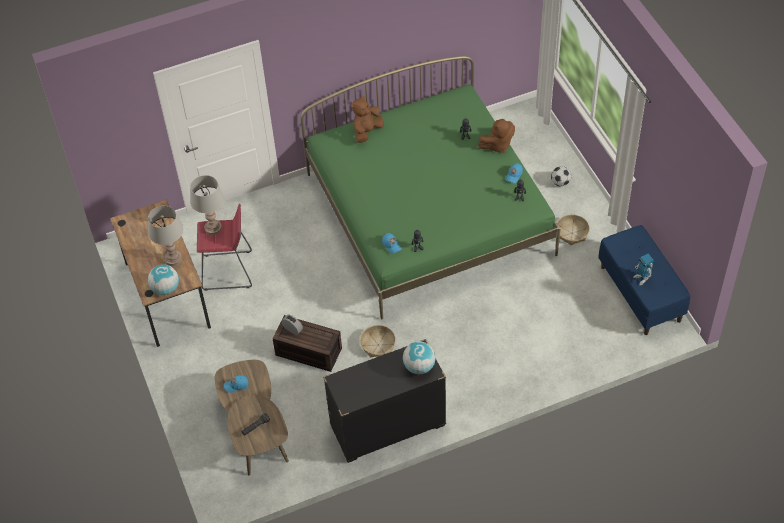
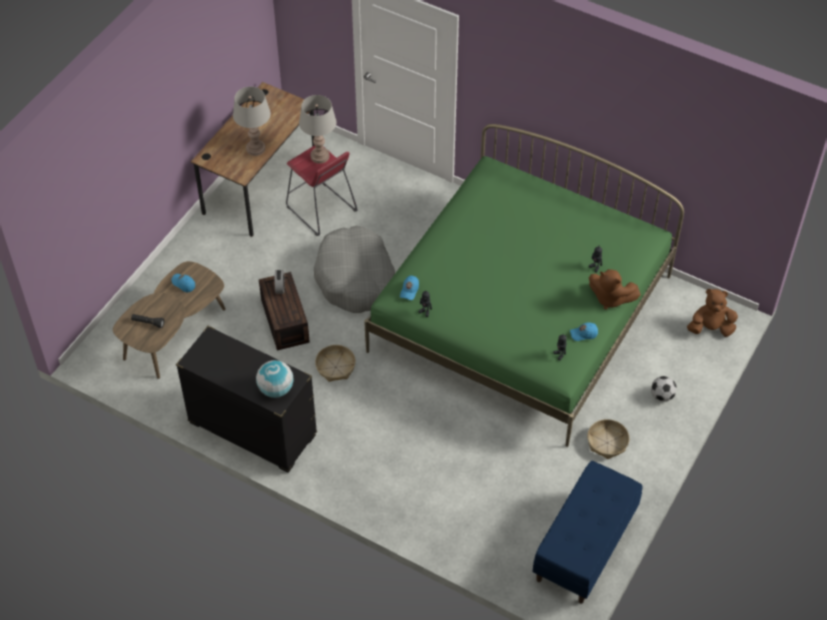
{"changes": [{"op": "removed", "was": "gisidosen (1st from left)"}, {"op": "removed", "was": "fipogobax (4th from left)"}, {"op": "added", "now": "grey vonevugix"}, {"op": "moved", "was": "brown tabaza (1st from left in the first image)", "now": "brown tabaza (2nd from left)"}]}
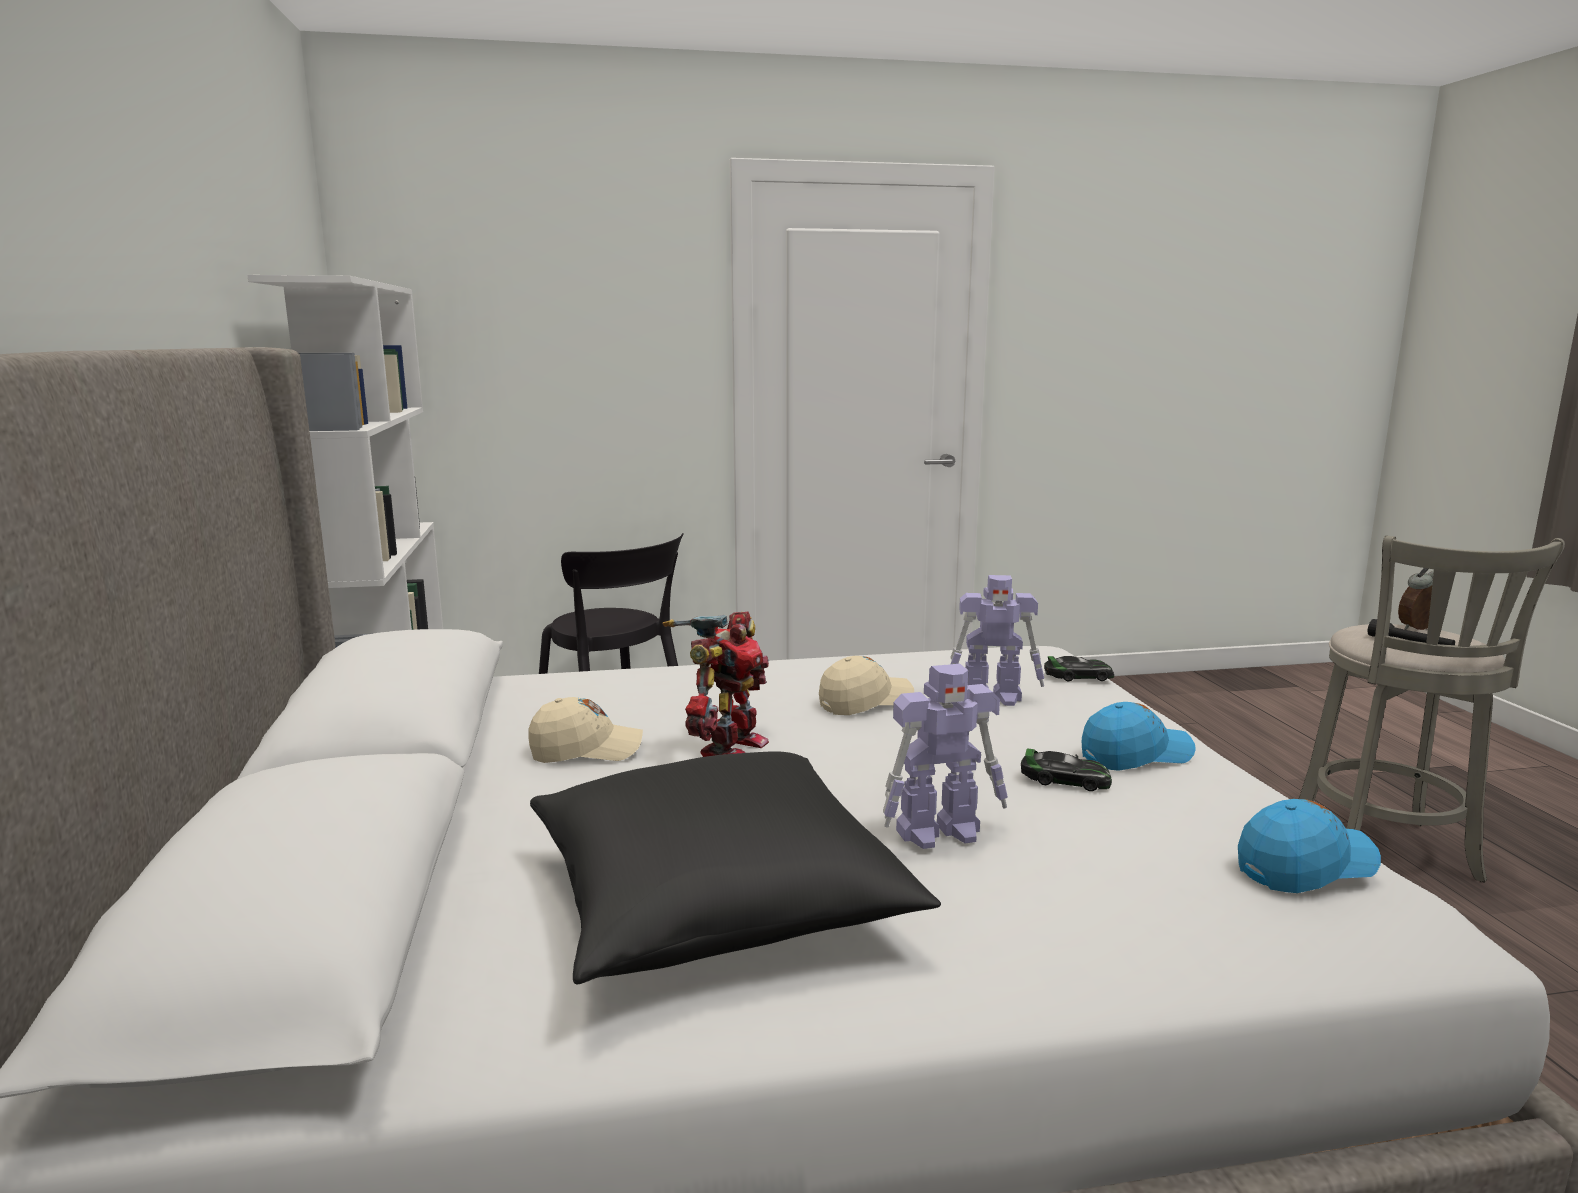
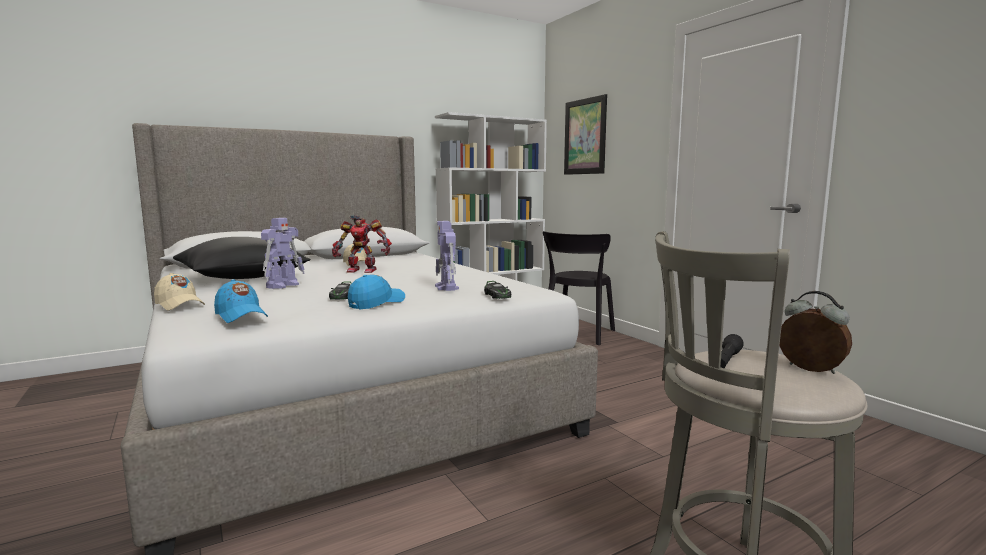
{"changes": [{"op": "added", "now": "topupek"}, {"op": "moved", "was": "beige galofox (2nd from left in the first image)", "now": "beige galofox (1st from left)"}, {"op": "turned", "was": "fipogobax (2nd from left in the first image)", "clockwise": -120}, {"op": "turned", "was": "blue galofox (1st from left in the first image)", "clockwise": -105}]}
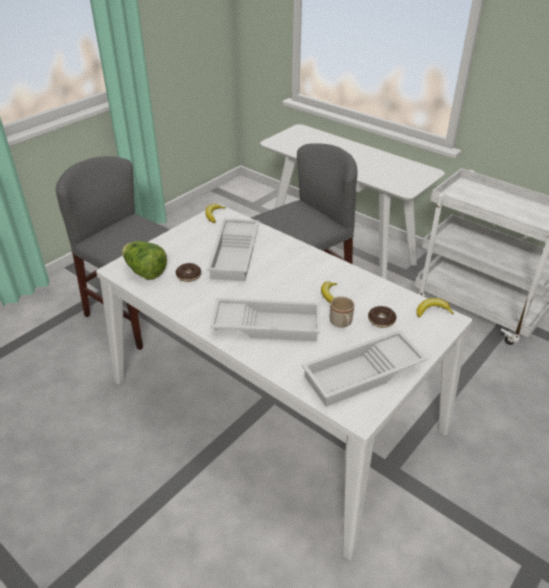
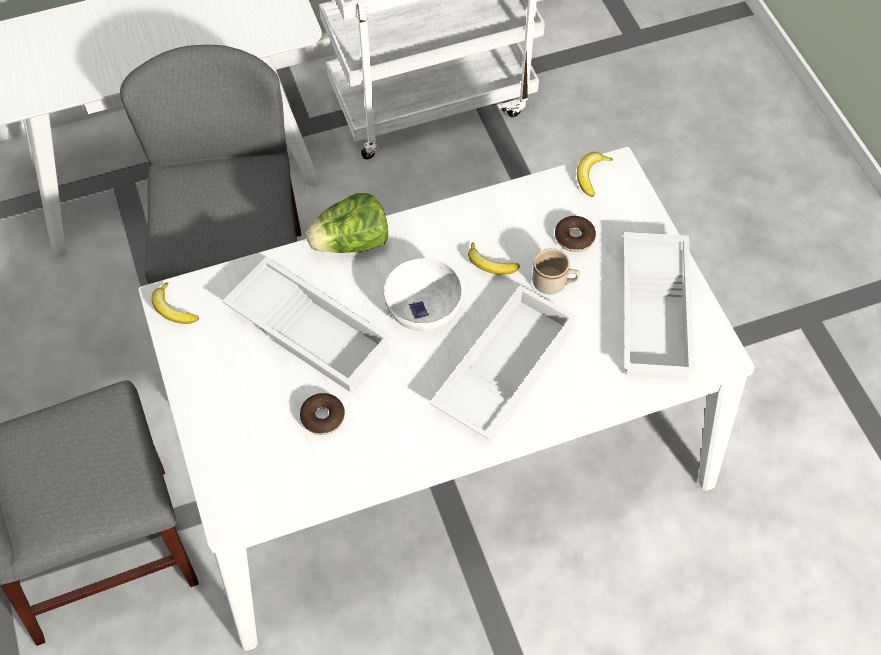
{"changes": [{"op": "added", "now": "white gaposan"}, {"op": "moved", "was": "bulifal"}]}
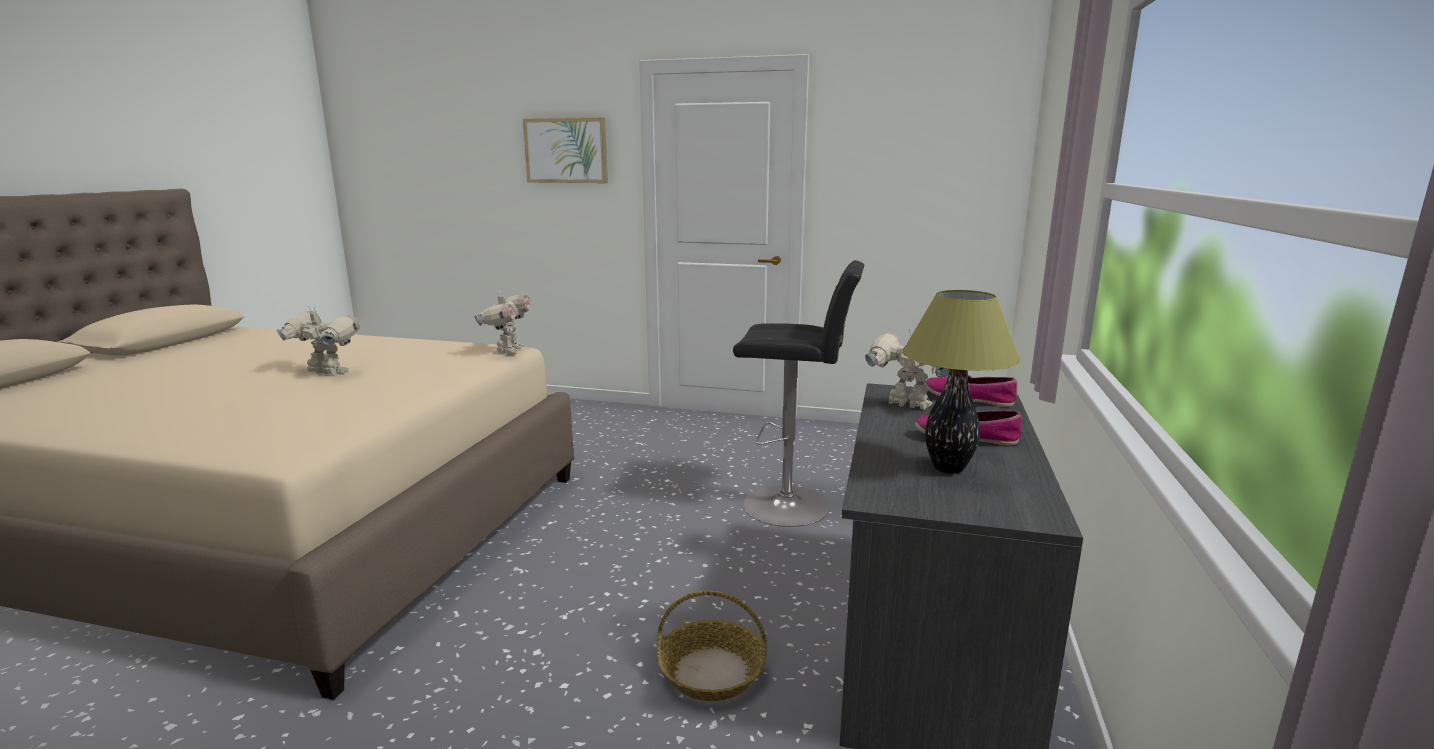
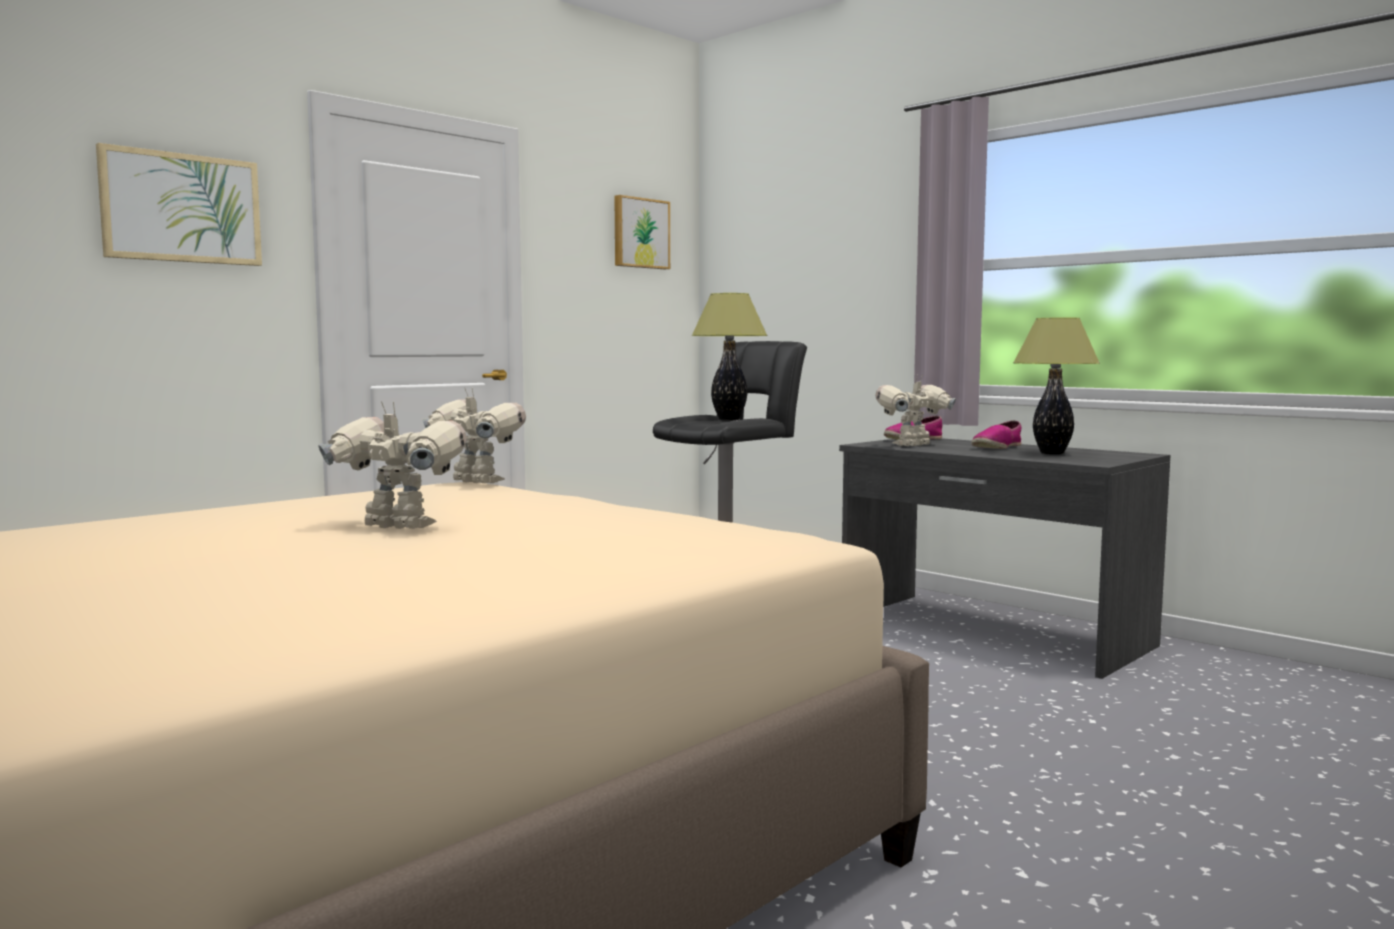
{"changes": [{"op": "removed", "was": "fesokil"}, {"op": "added", "now": "topupek (2nd from left)"}, {"op": "added", "now": "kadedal (1st from left)"}, {"op": "turned", "was": "fipogobax (1st from left)", "clockwise": 60}]}
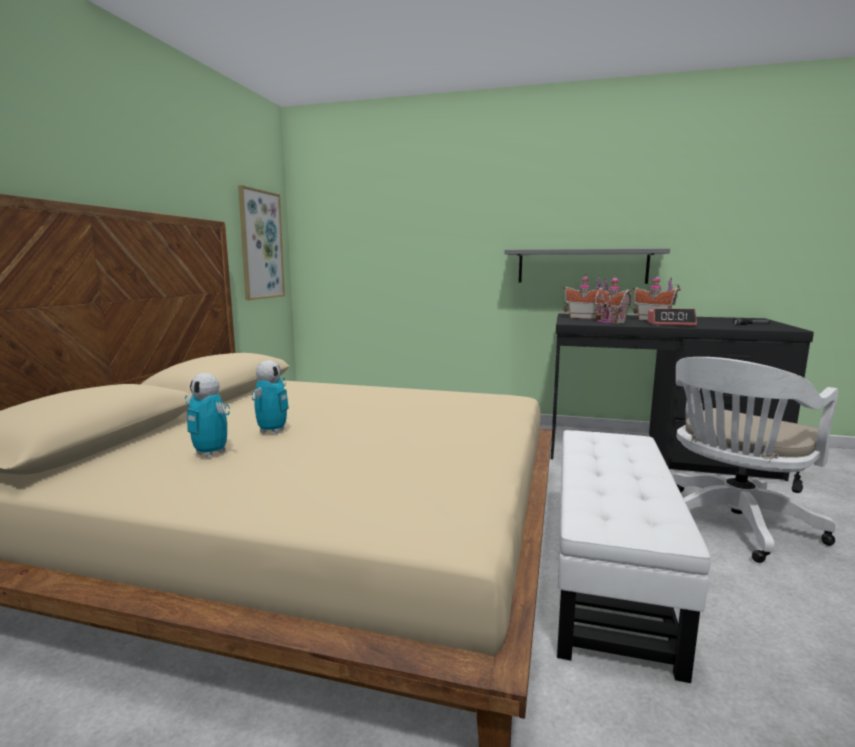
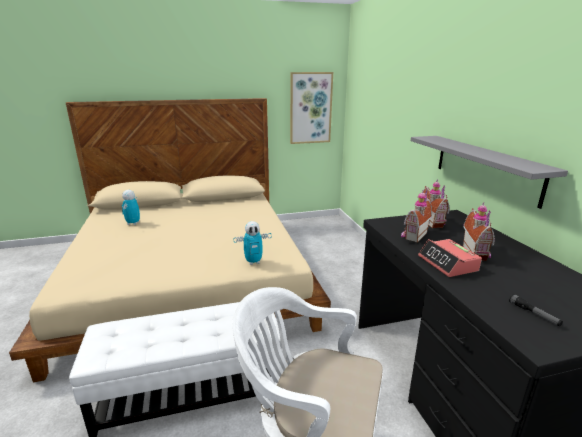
{"changes": [{"op": "moved", "was": "fipogobax (2nd from left)"}]}
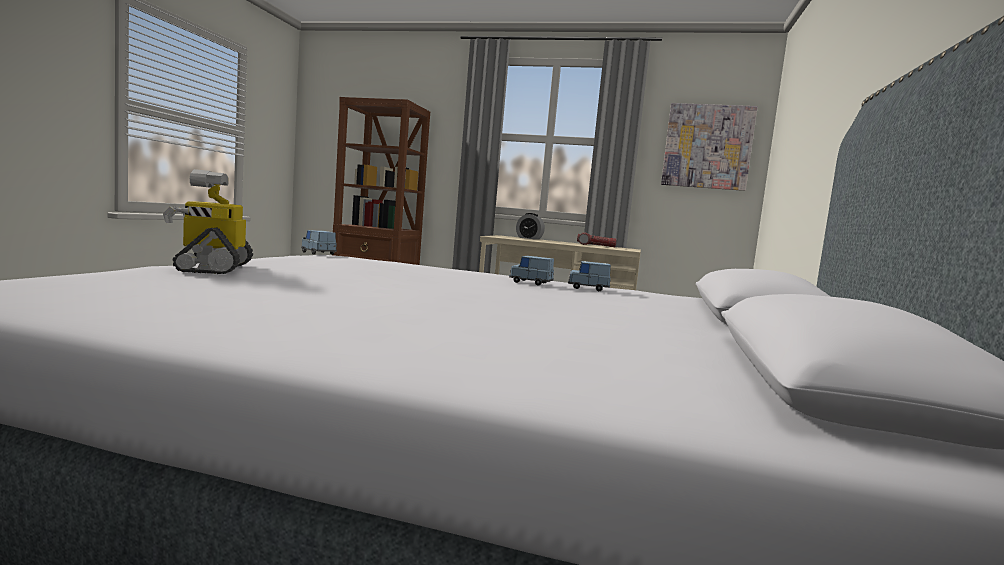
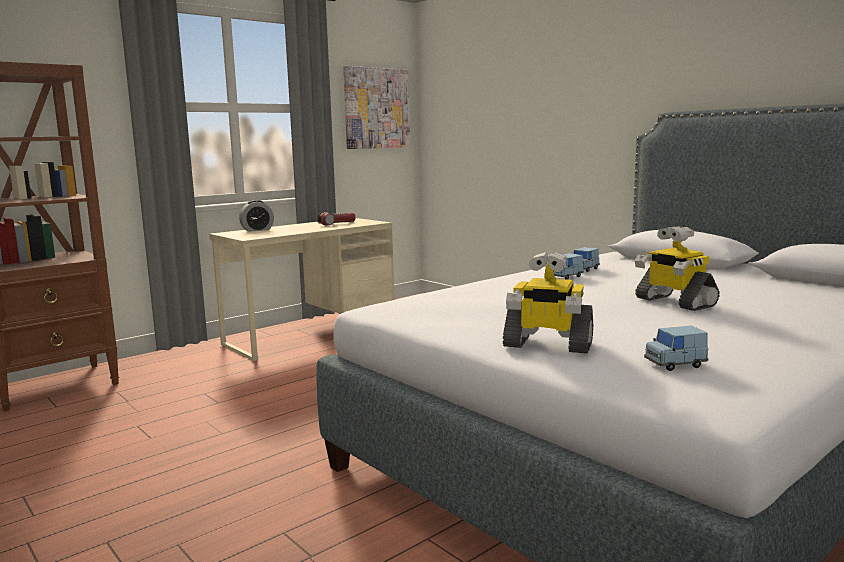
{"changes": [{"op": "added", "now": "fipogobax (2nd from left)"}, {"op": "moved", "was": "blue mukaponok (1st from left in the first image)", "now": "blue mukaponok (3rd from left)"}]}
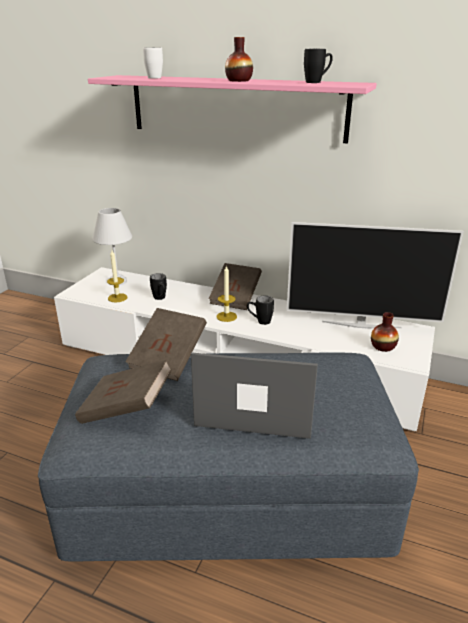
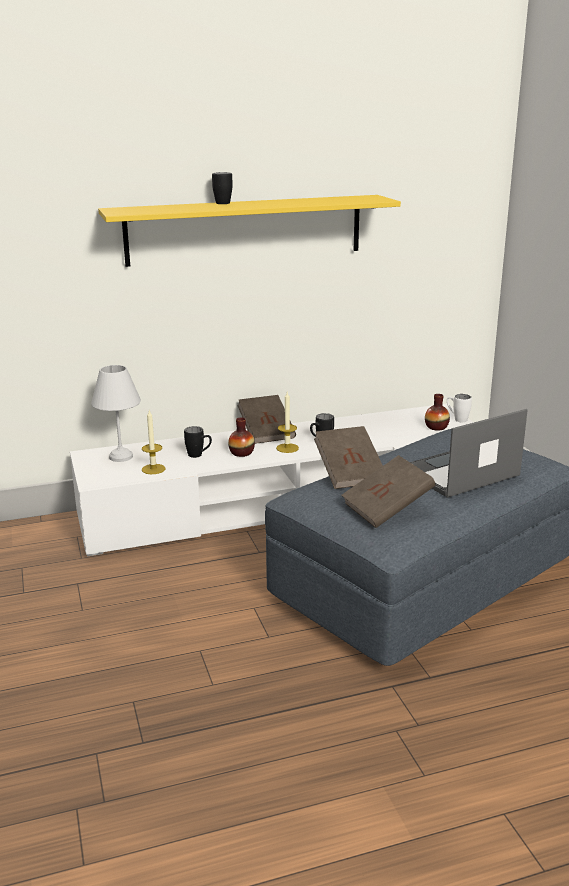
{"changes": [{"op": "removed", "was": "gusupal"}, {"op": "moved", "was": "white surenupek"}, {"op": "moved", "was": "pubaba (1st from left)"}, {"op": "moved", "was": "black surenupek (3rd from left in the first image)", "now": "black surenupek (2nd from left)"}, {"op": "recoloured", "was": "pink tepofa", "now": "yellow tepofa"}]}
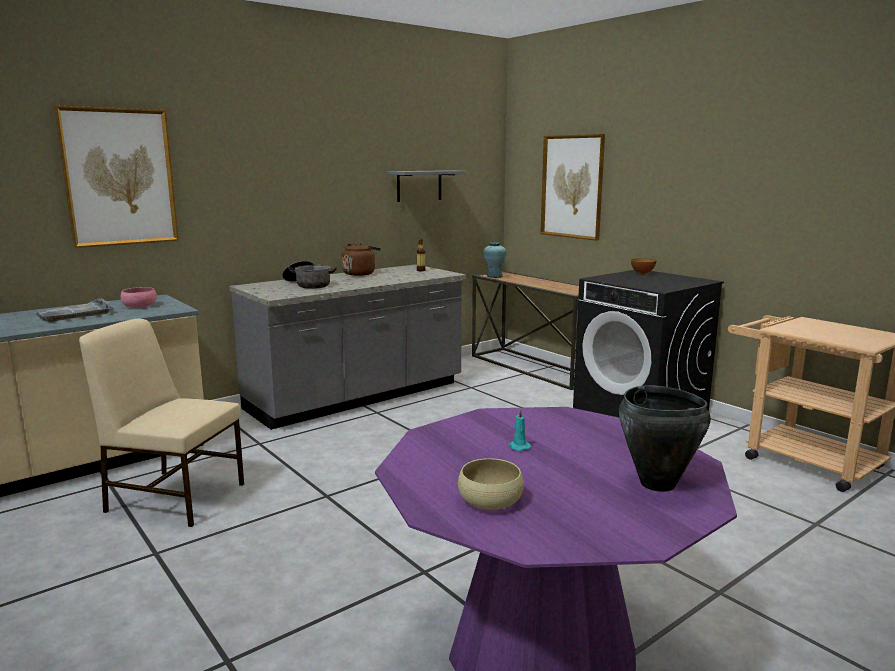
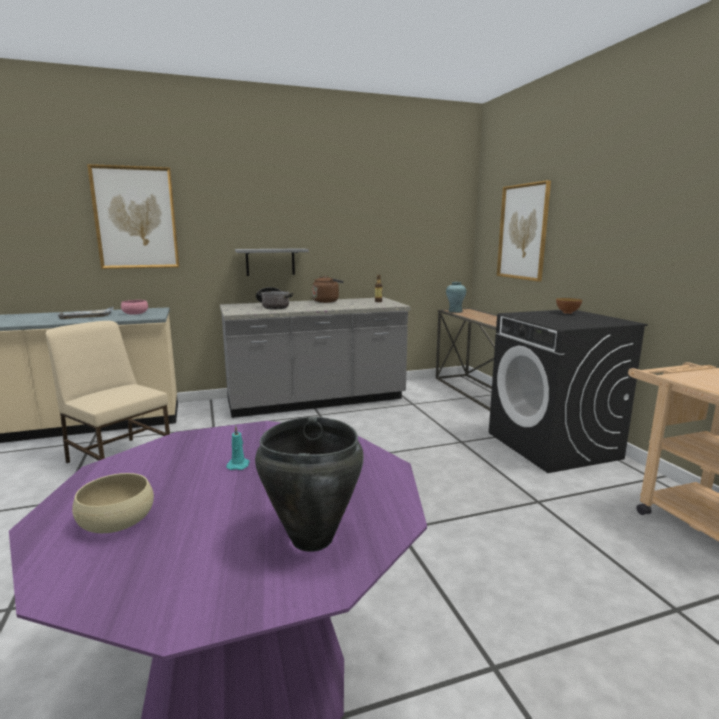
{"changes": [{"op": "moved", "was": "grey tepofa"}]}
